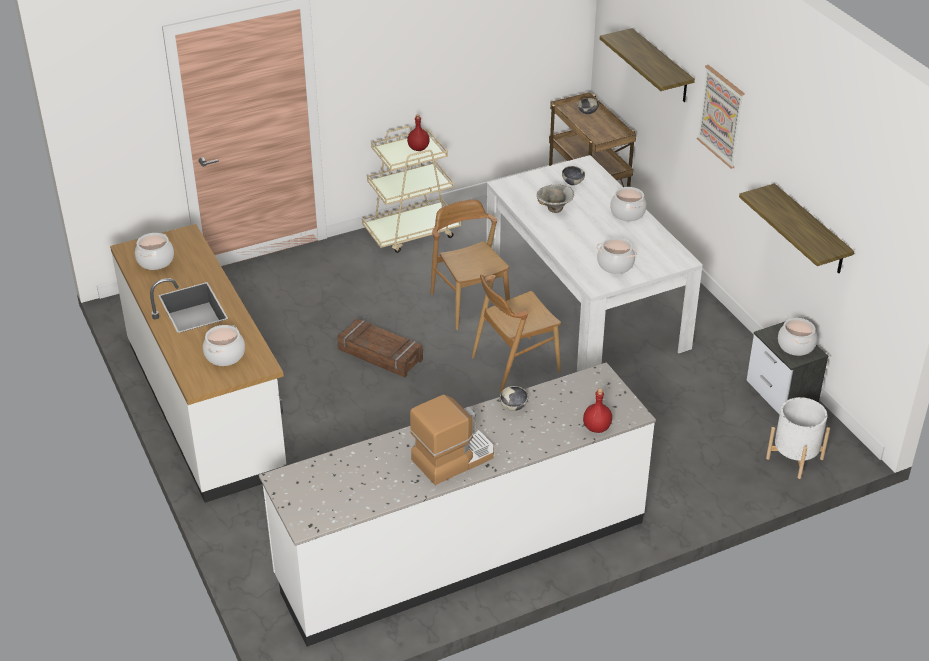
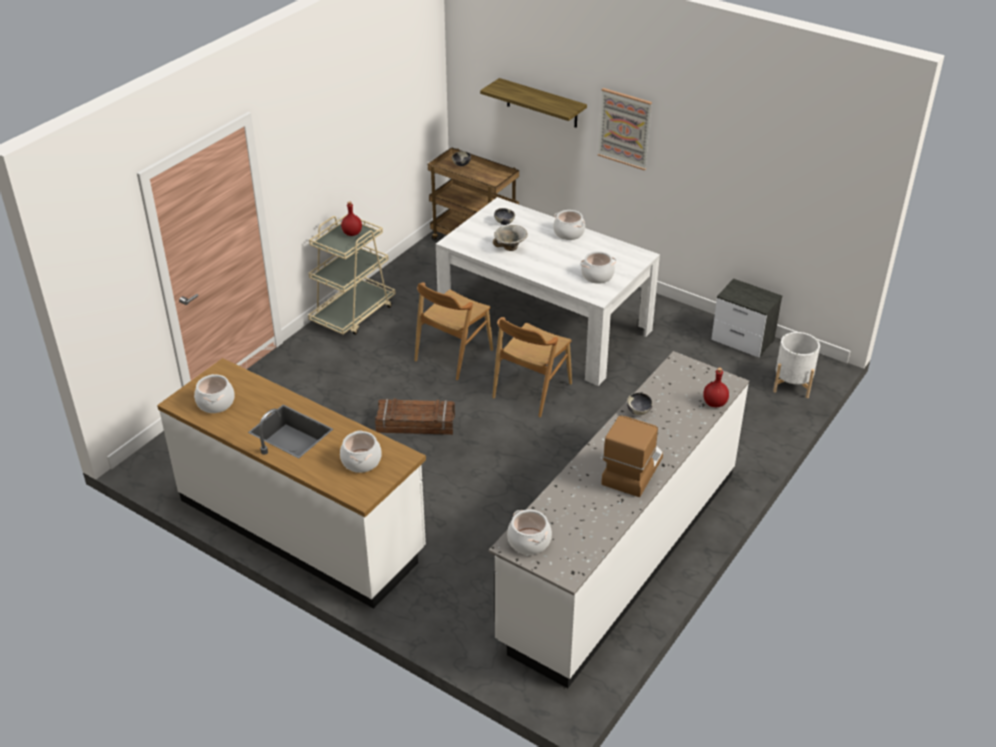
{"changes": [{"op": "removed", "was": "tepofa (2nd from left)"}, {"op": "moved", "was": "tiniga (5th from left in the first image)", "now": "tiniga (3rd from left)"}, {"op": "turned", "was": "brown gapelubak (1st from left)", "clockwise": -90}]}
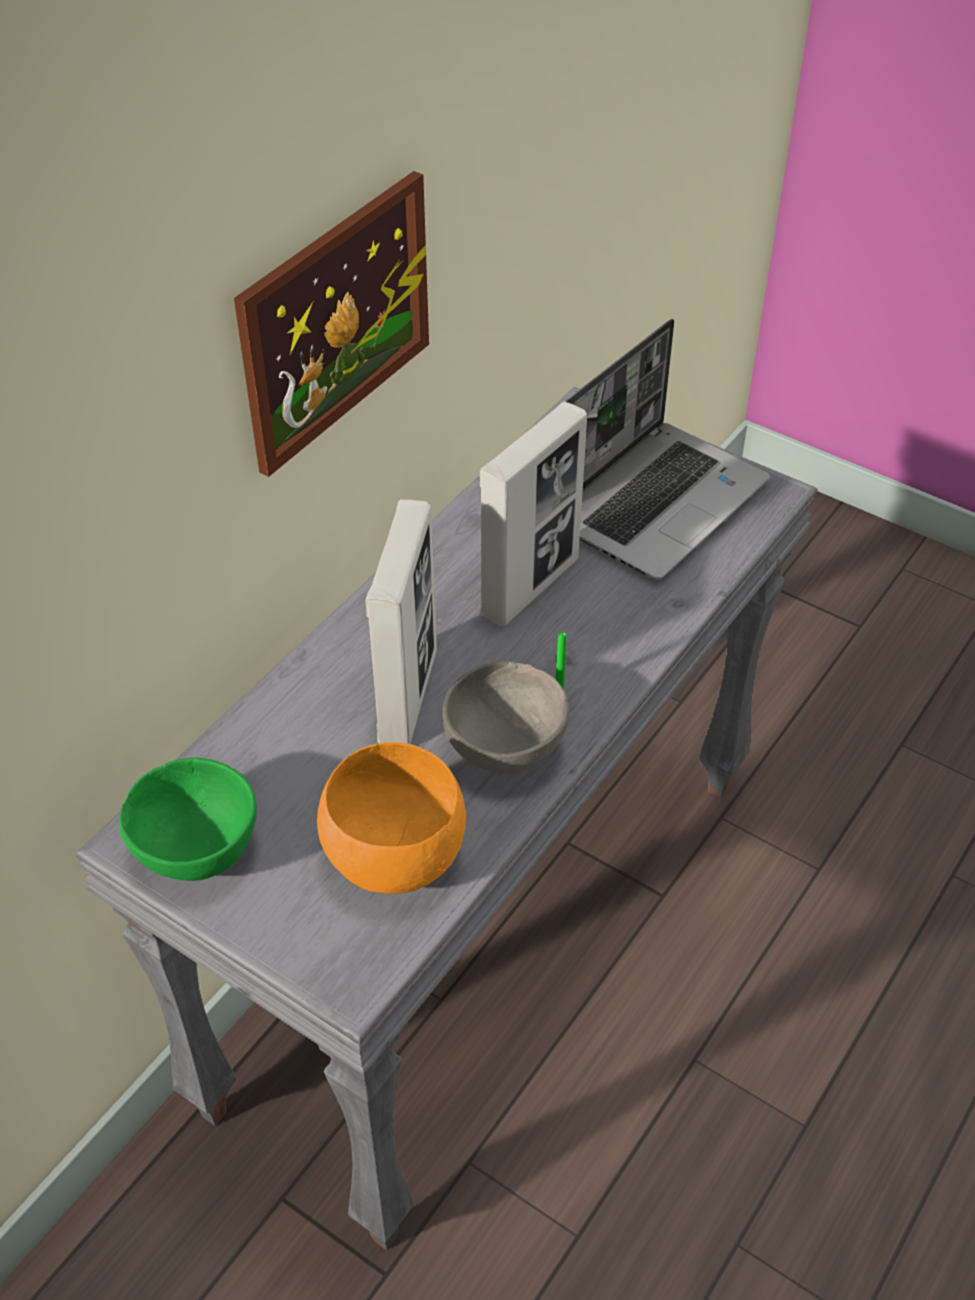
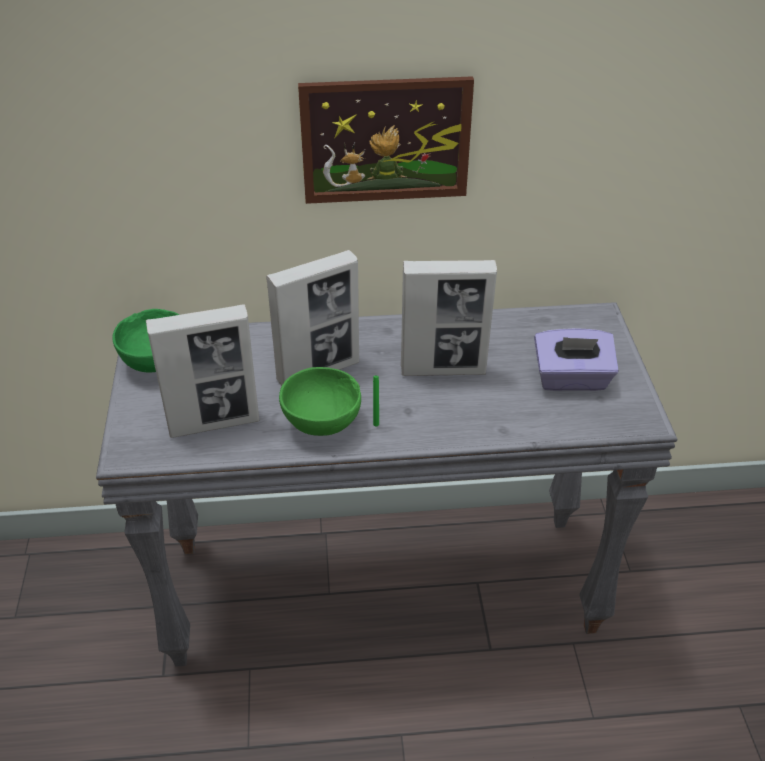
{"changes": [{"op": "replaced", "was": "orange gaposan", "now": "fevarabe (1st from left)"}, {"op": "replaced", "was": "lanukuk", "now": "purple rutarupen"}, {"op": "recoloured", "was": "grey gaposan", "now": "green gaposan (2nd from left)"}]}
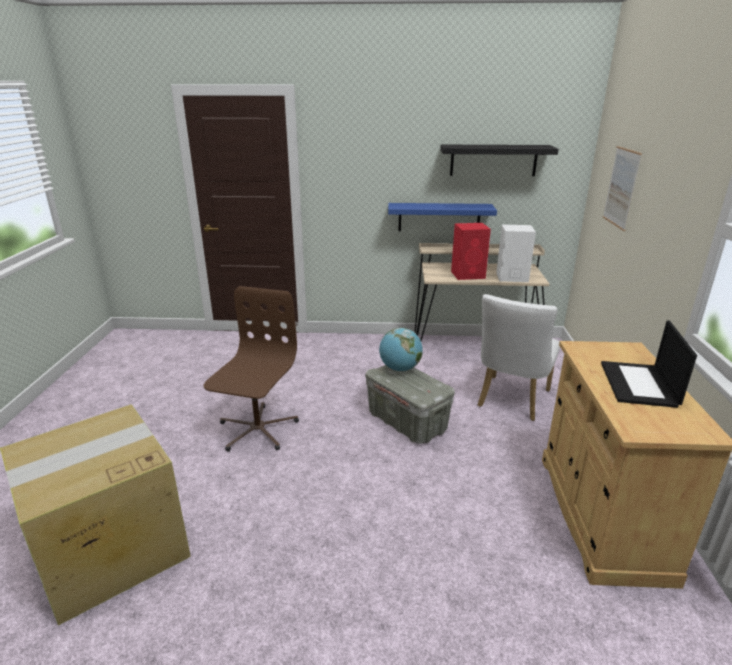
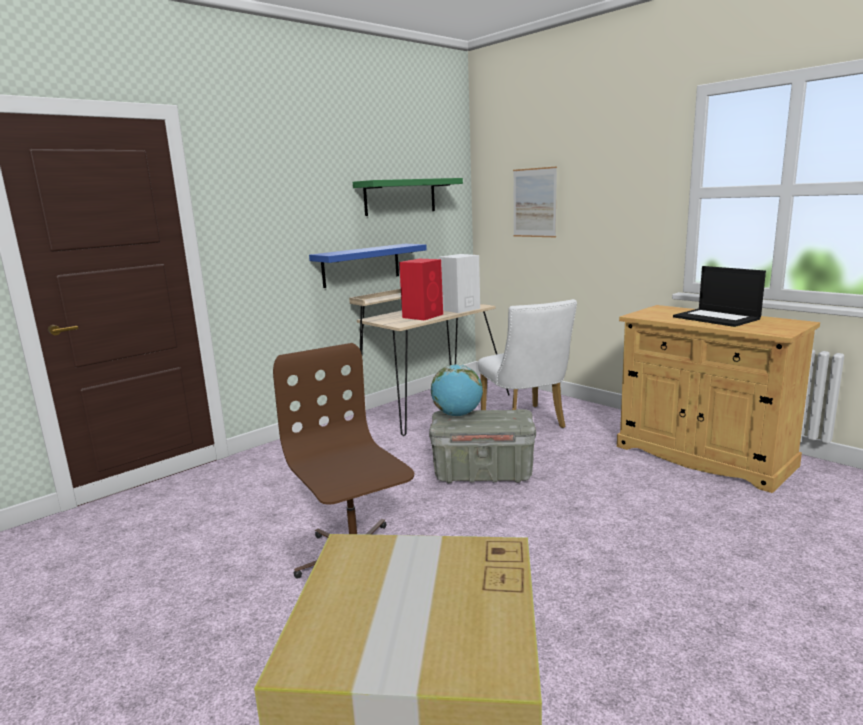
{"changes": [{"op": "recoloured", "was": "black tepofa", "now": "green tepofa"}]}
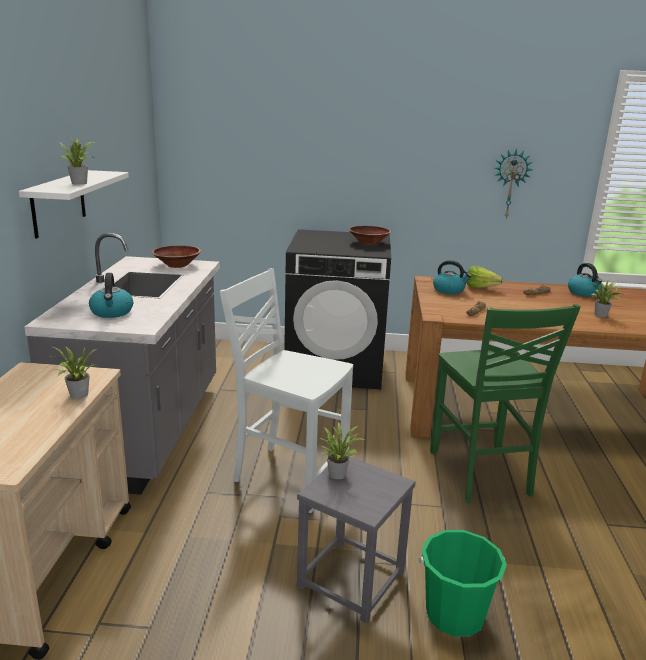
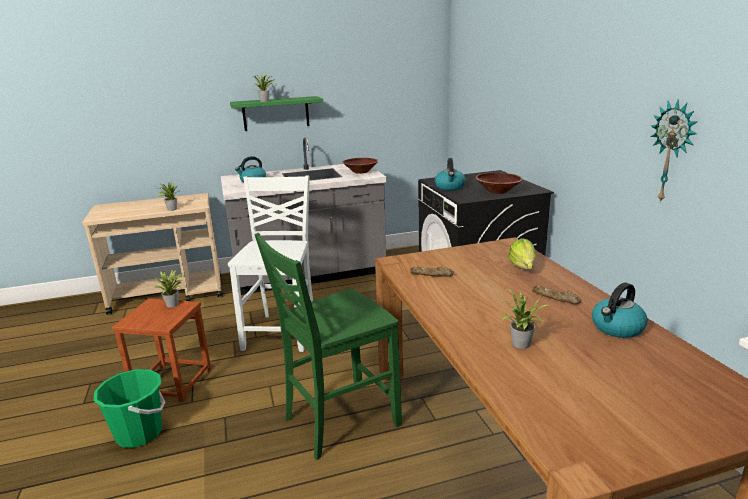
{"changes": [{"op": "moved", "was": "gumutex (2nd from left)"}, {"op": "recoloured", "was": "white tepofa", "now": "green tepofa"}, {"op": "recoloured", "was": "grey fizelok", "now": "brown fizelok"}]}
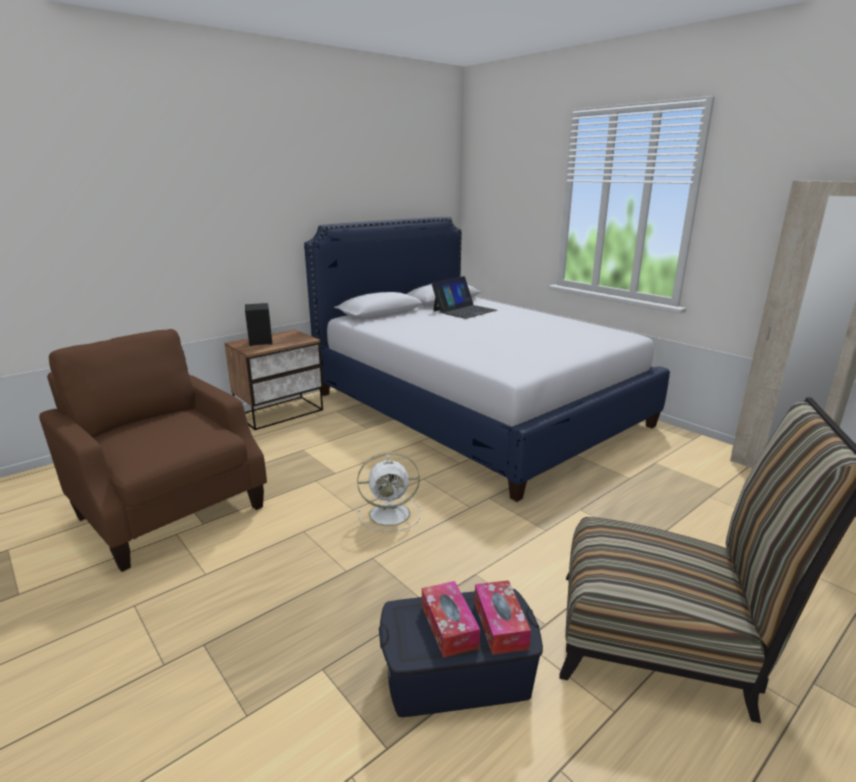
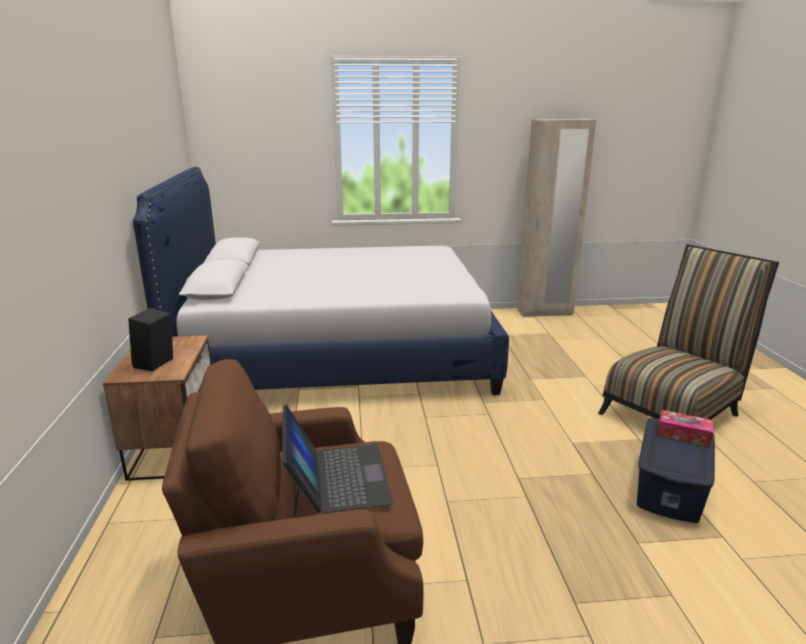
{"changes": [{"op": "removed", "was": "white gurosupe"}, {"op": "removed", "was": "rutarupen (1st from left)"}, {"op": "moved", "was": "lanukuk"}]}
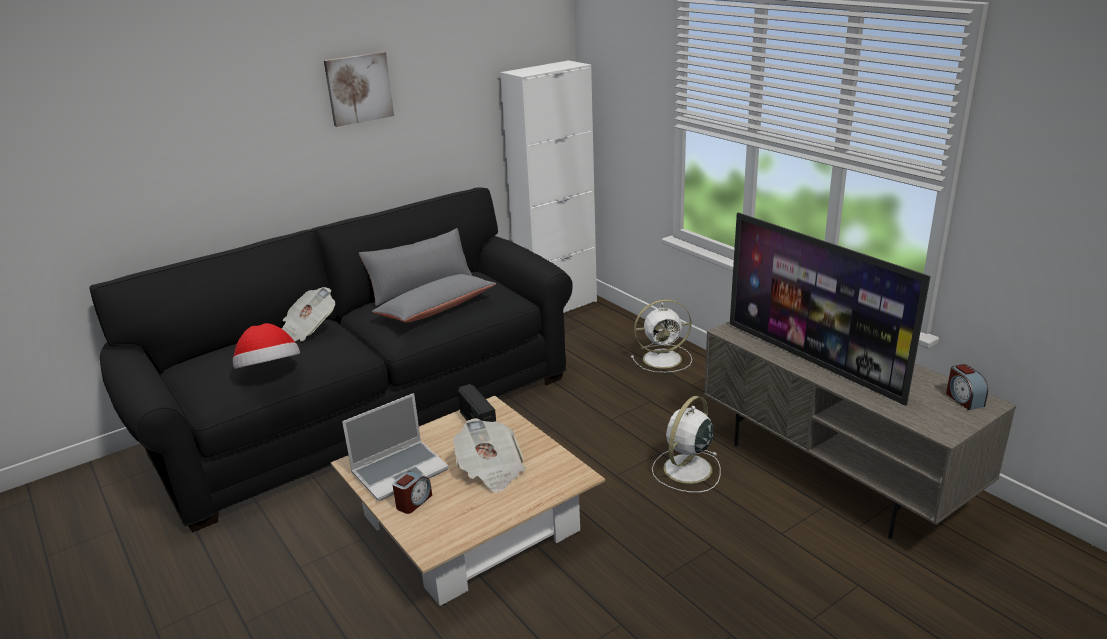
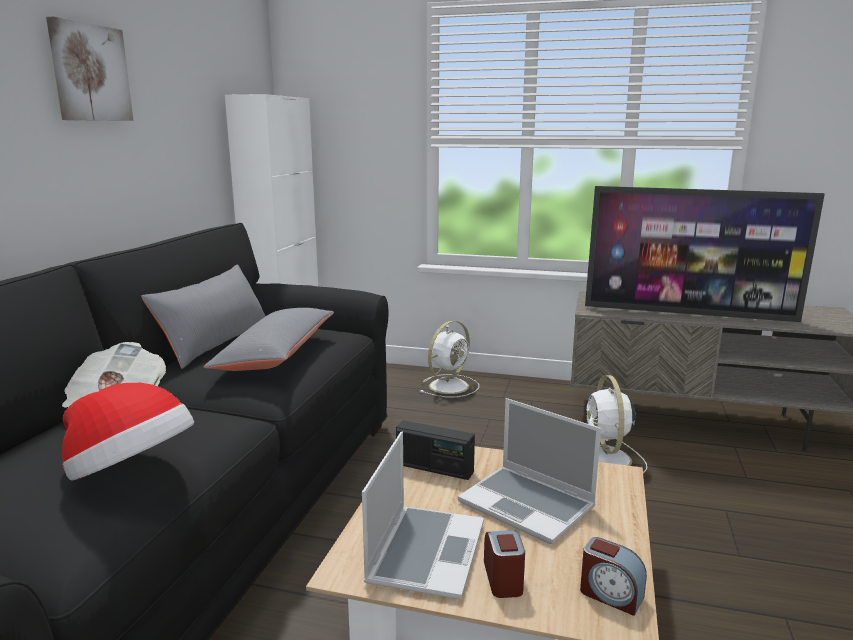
{"changes": [{"op": "moved", "was": "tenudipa (2nd from left)"}, {"op": "replaced", "was": "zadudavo (2nd from left)", "now": "lanukuk (2nd from left)"}]}
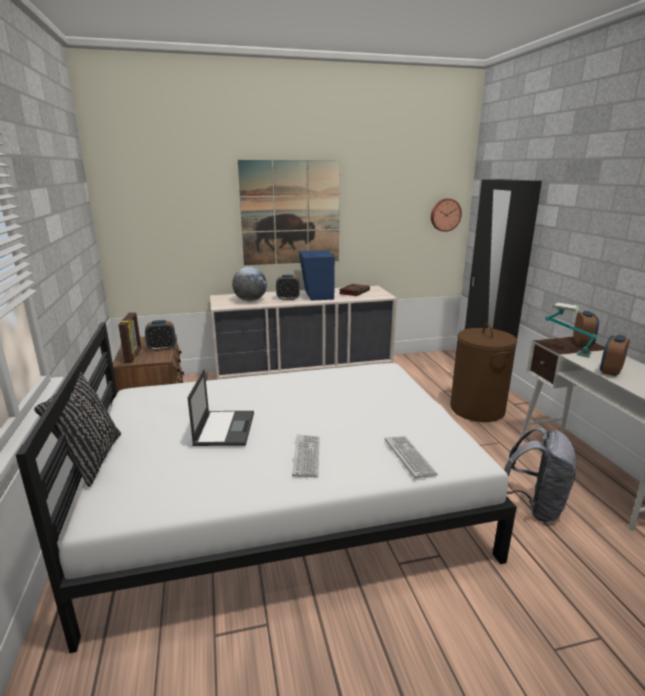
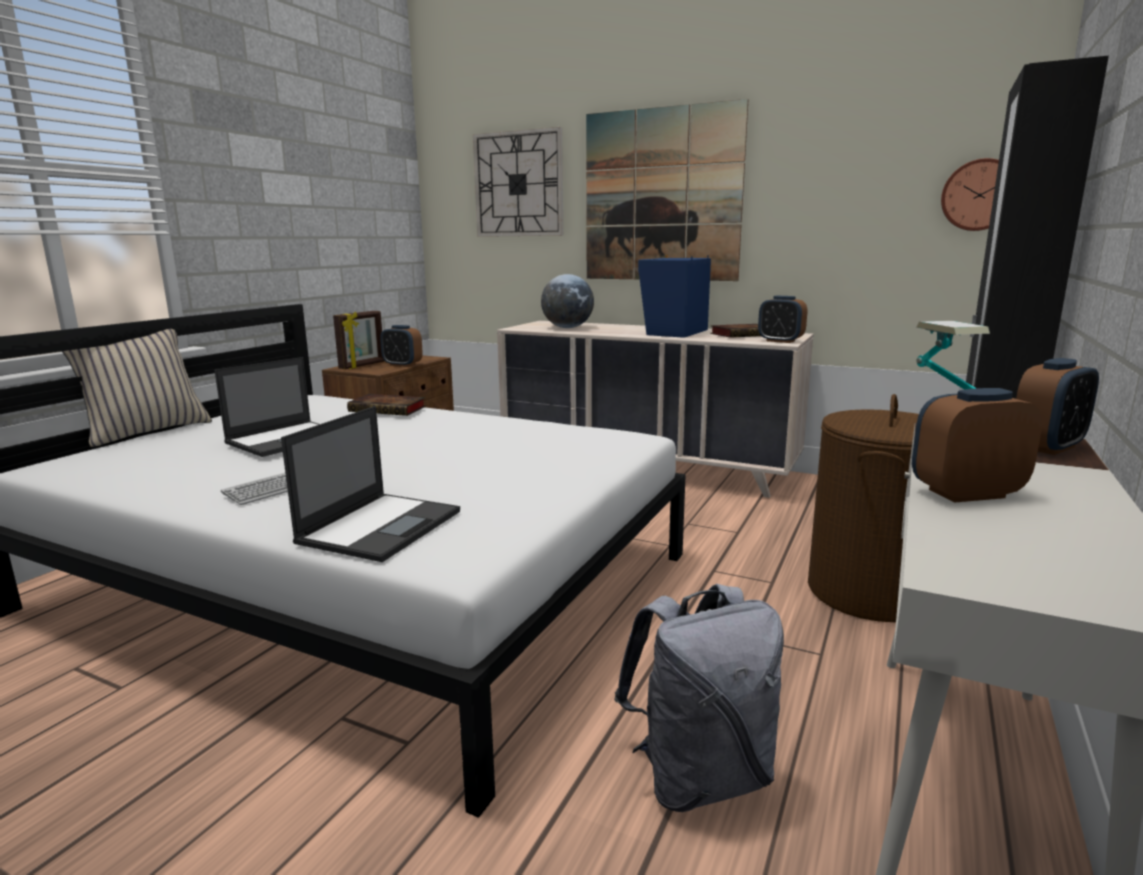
{"changes": [{"op": "added", "now": "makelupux (1st from left)"}, {"op": "added", "now": "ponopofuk (1st from left)"}, {"op": "moved", "was": "tenudipa (2nd from left)"}, {"op": "replaced", "was": "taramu (2nd from left)", "now": "lanukuk (2nd from left)"}, {"op": "recoloured", "was": "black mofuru", "now": "beige mofuru"}]}
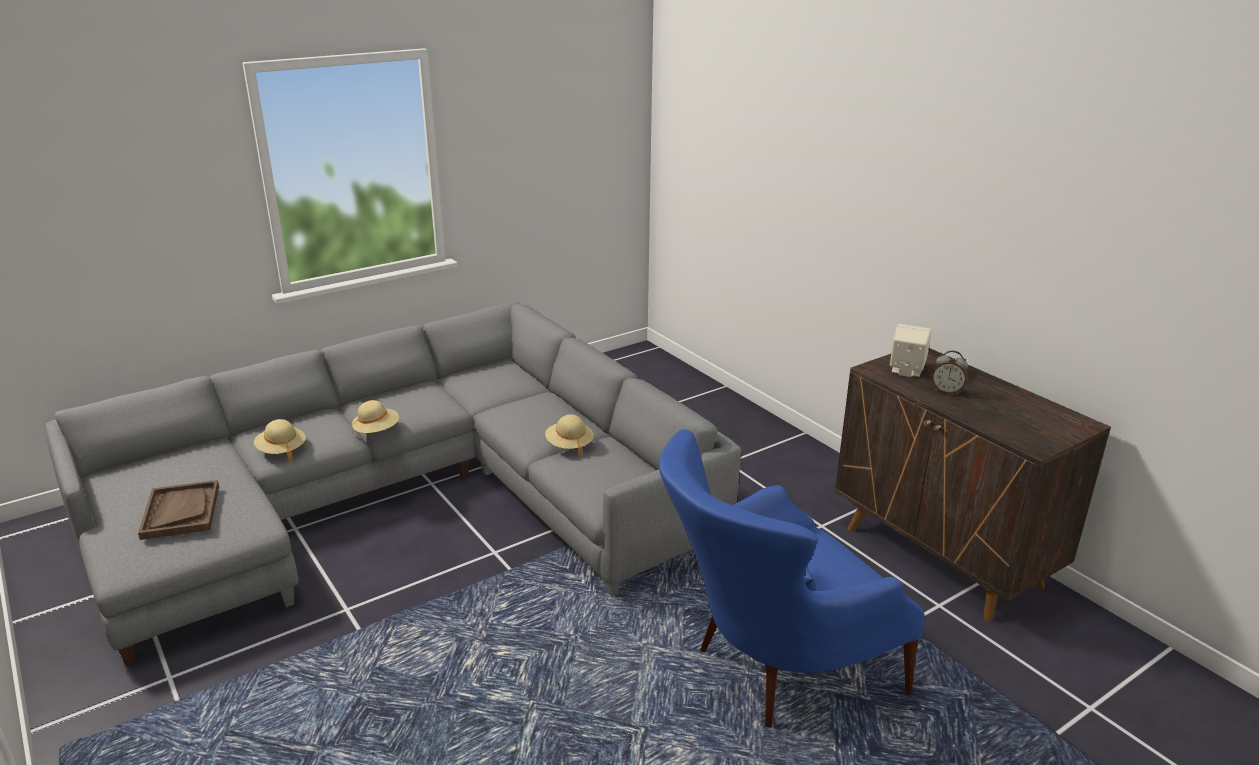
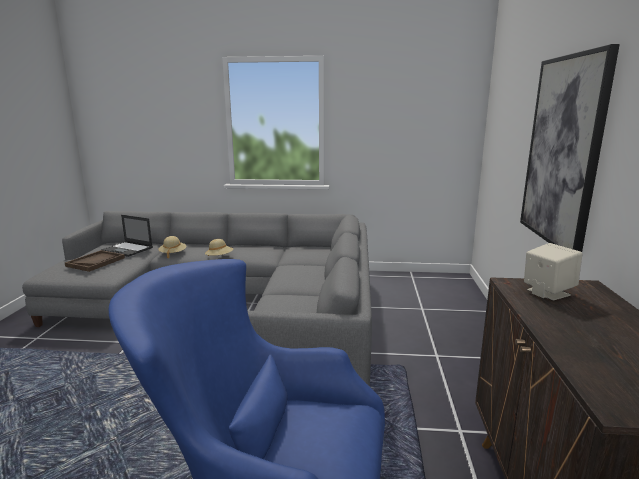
{"changes": [{"op": "removed", "was": "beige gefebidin (3rd from left)"}, {"op": "removed", "was": "tenudipa"}, {"op": "added", "now": "lanukuk"}, {"op": "added", "now": "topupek"}]}
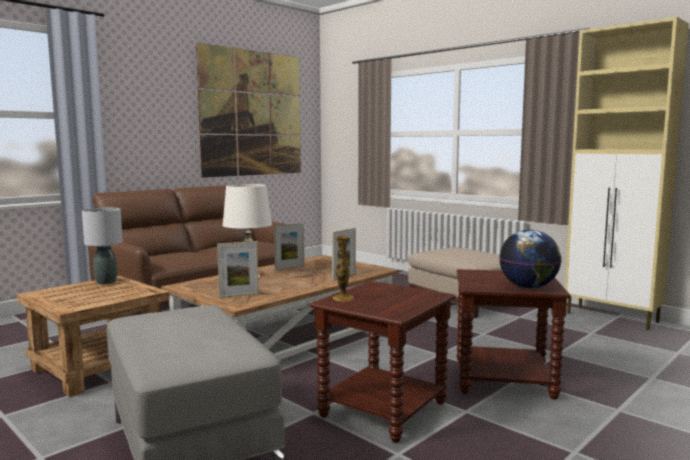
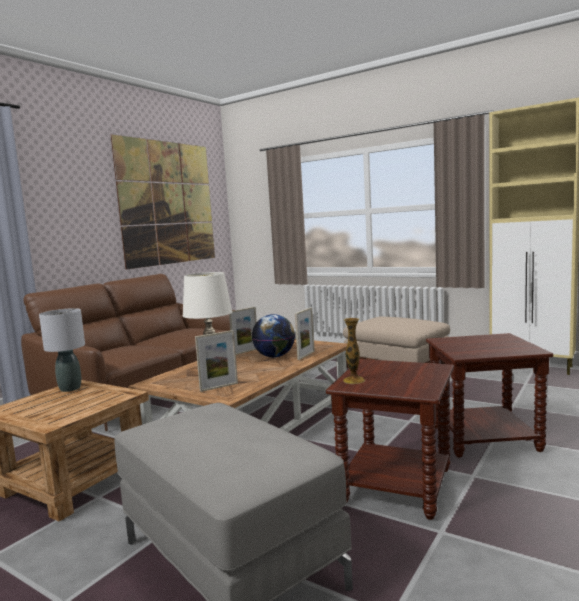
{"changes": [{"op": "moved", "was": "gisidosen"}]}
